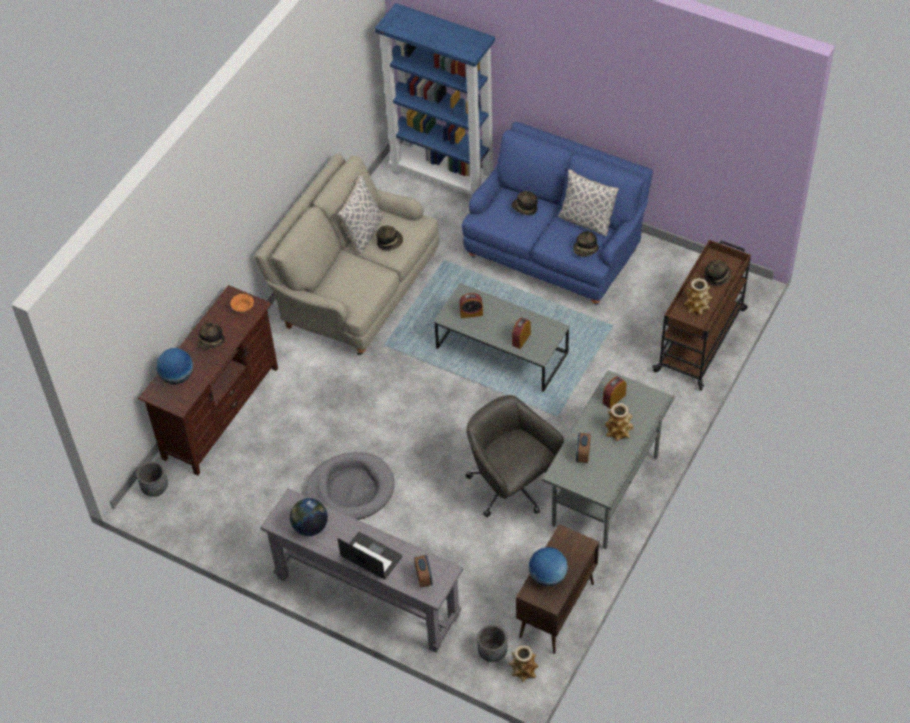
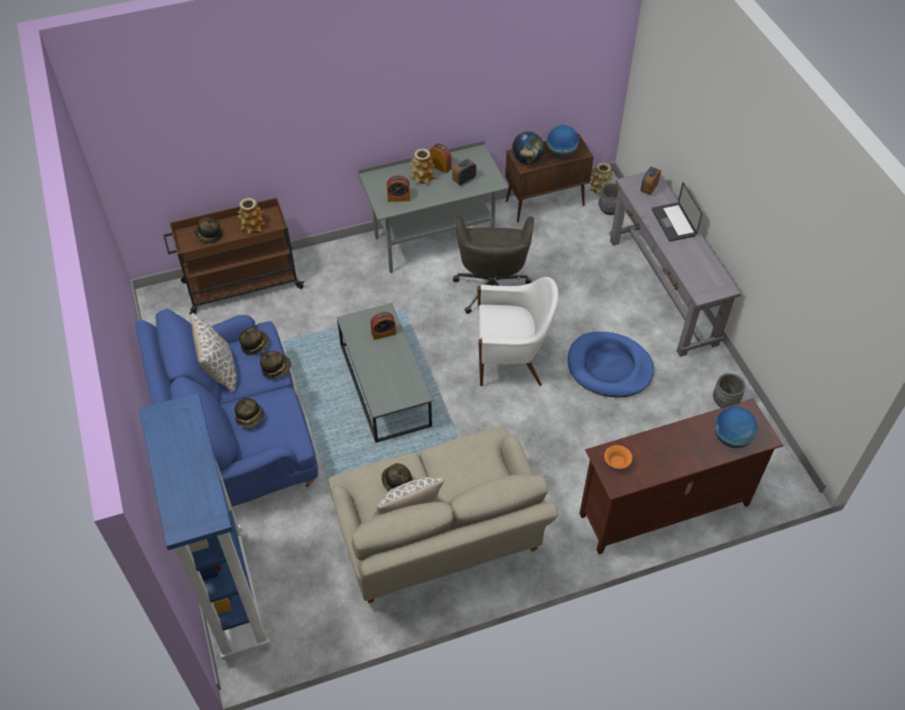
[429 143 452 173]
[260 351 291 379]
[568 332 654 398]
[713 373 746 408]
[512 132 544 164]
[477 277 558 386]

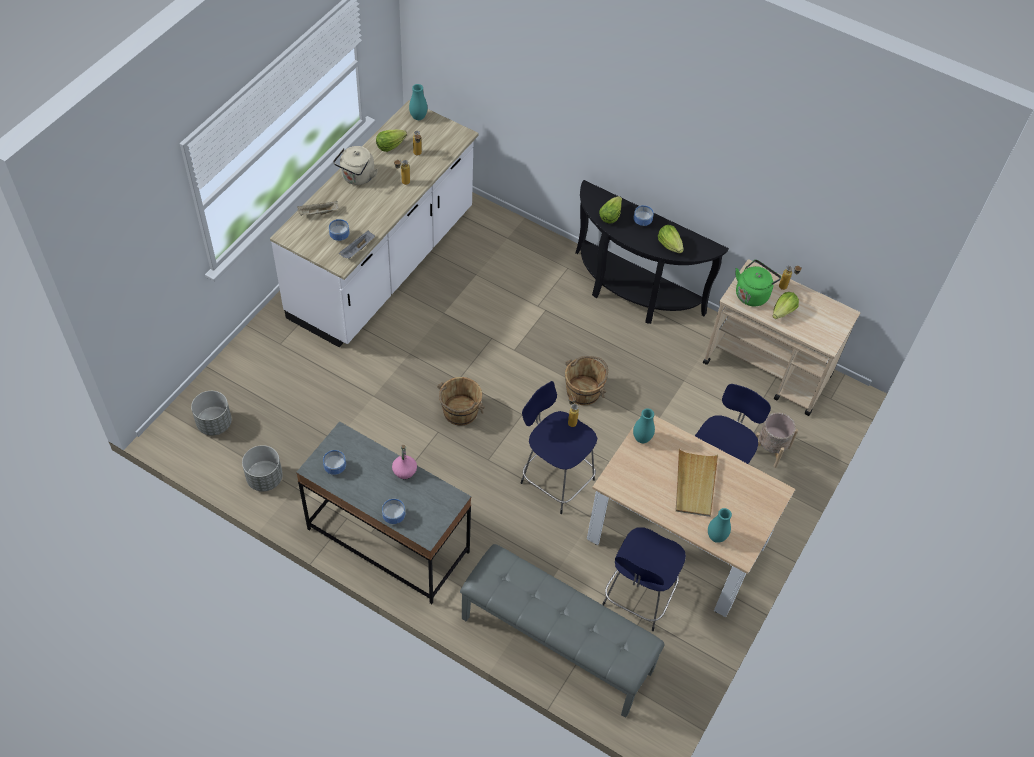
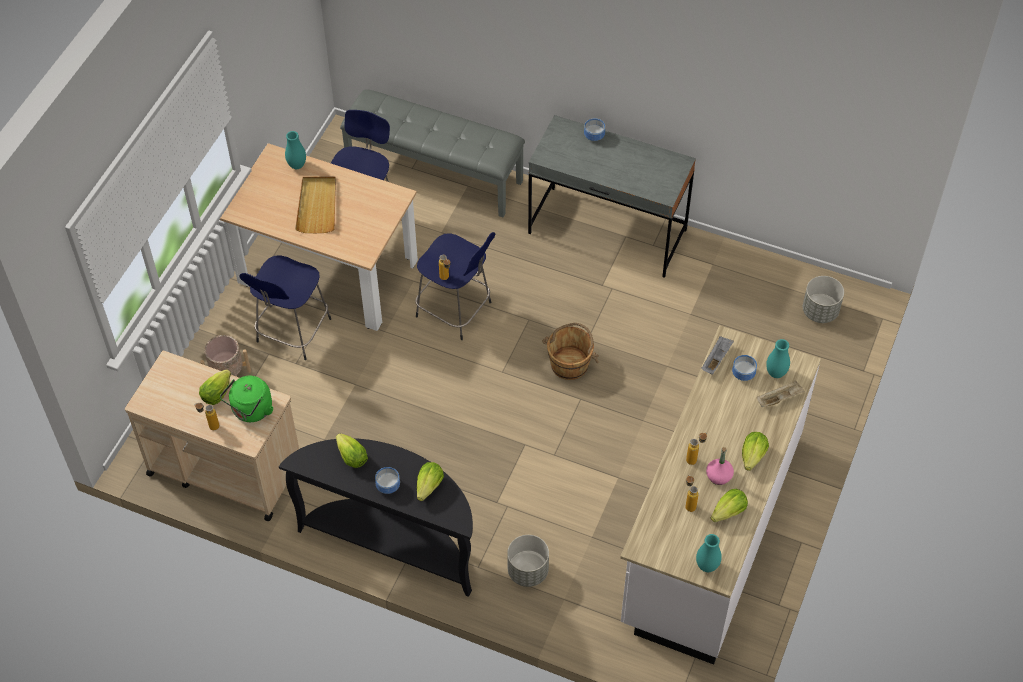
[742 432 769 471]
[565 356 608 405] (first image)
[766 339 790 378]
[507 535 549 587]
[706 447 734 485]
[323 450 346 475] (first image)

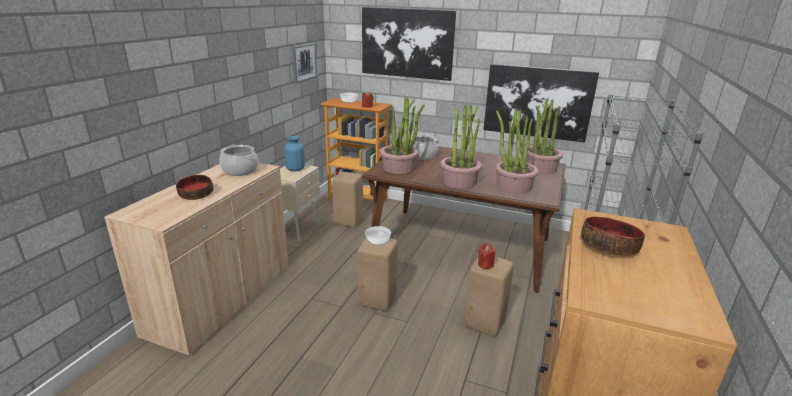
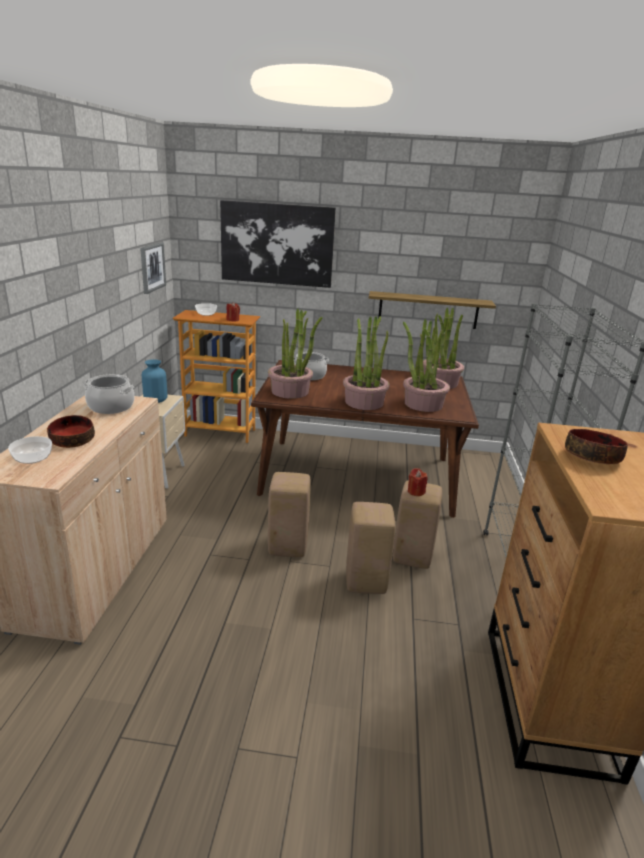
[369 291 496 329]
[346 502 395 594]
[8 436 52 464]

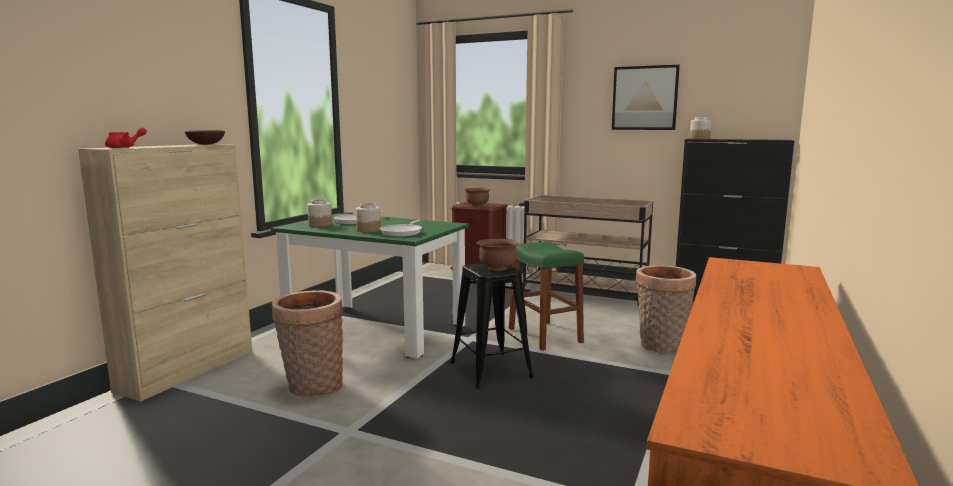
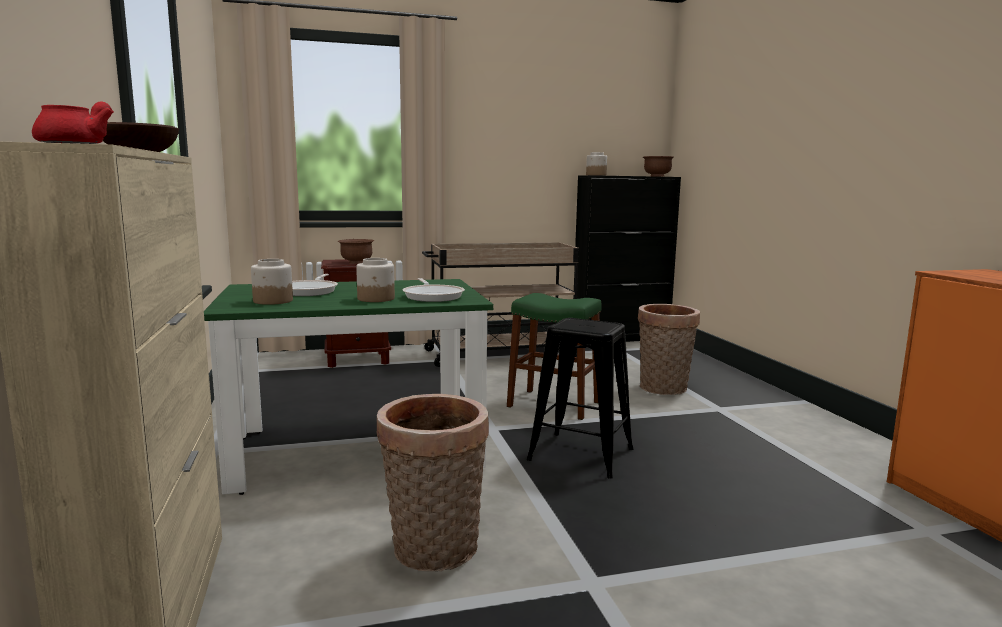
[612 65 680 130] (first image)
[643 156 673 176]

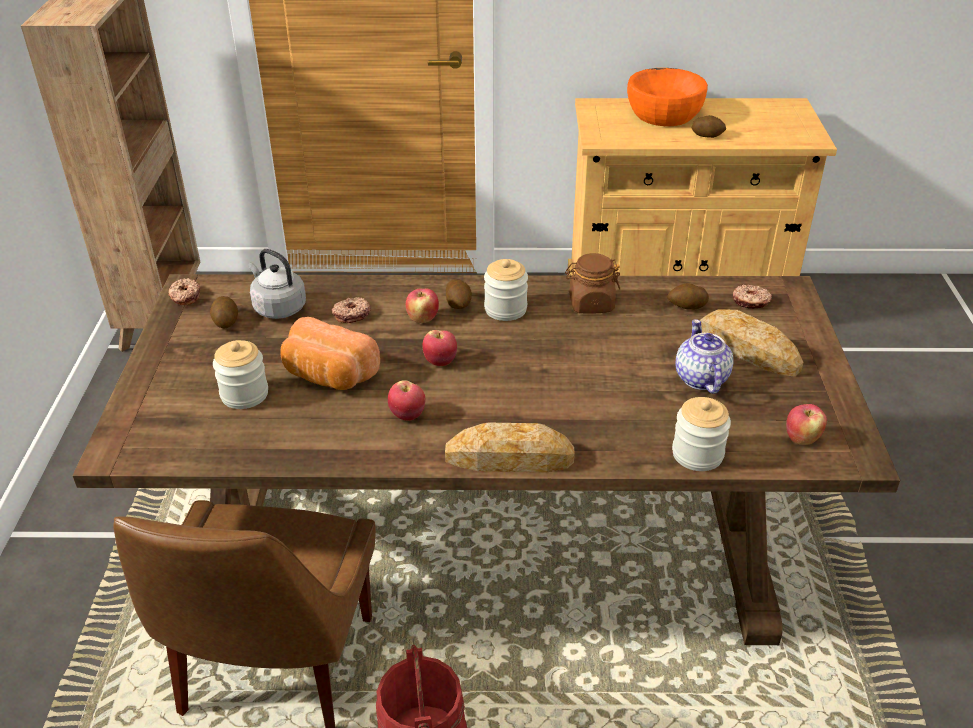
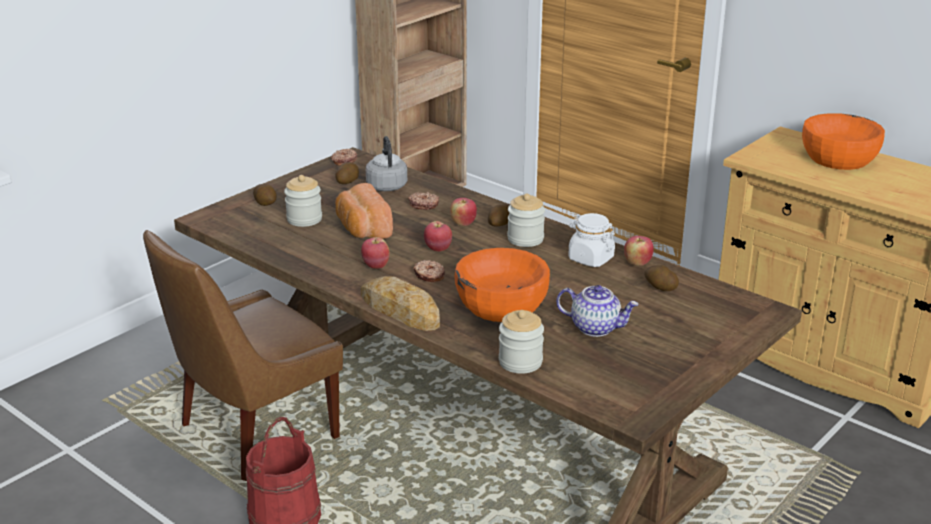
[253 184 277 206]
[568 213 615 267]
[414 260 445 282]
[700 309 804 377] (first image)
[556 285 639 337]
[624 236 654 266]
[455 248 550 322]

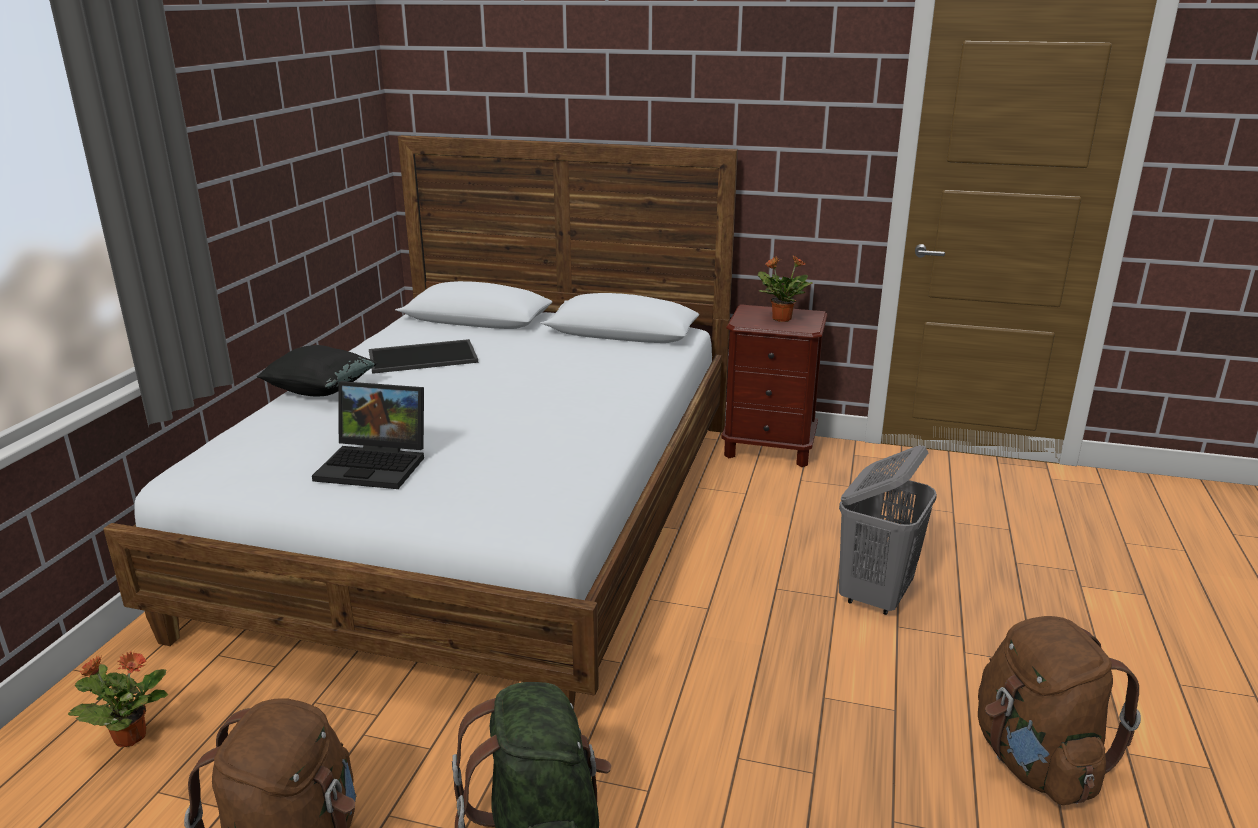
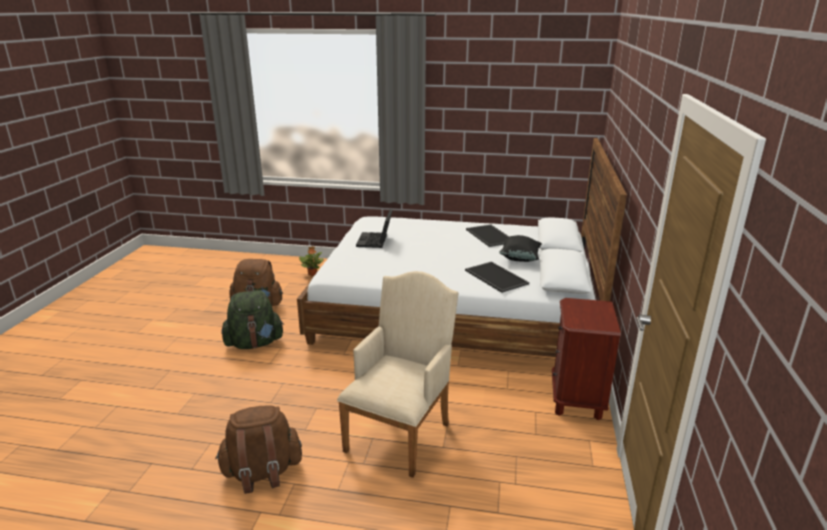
[758 255 812 322] (first image)
[499 235 542 262]
[337 271 458 478]
[465 262 529 293]

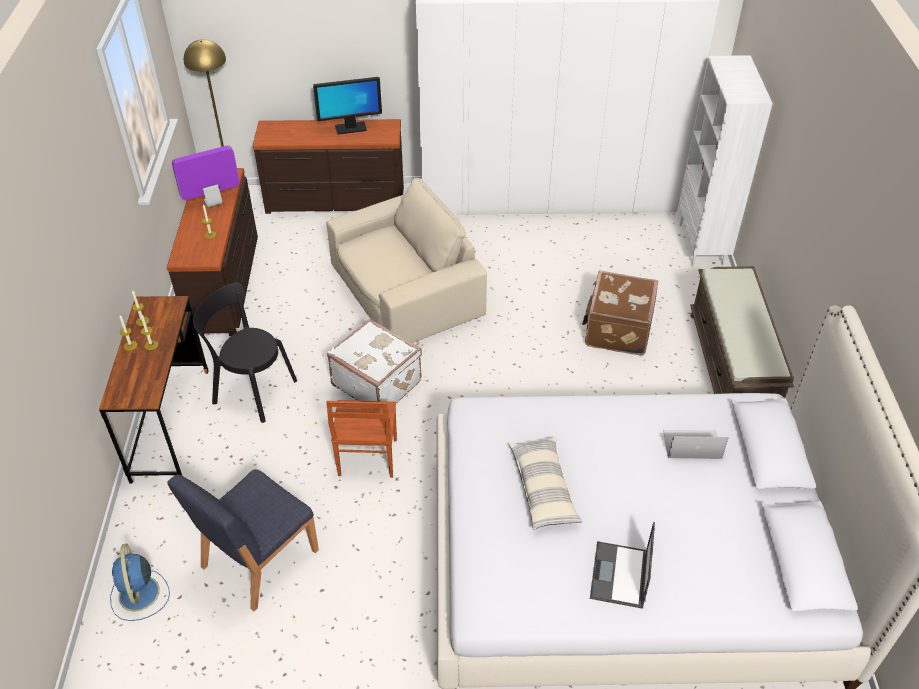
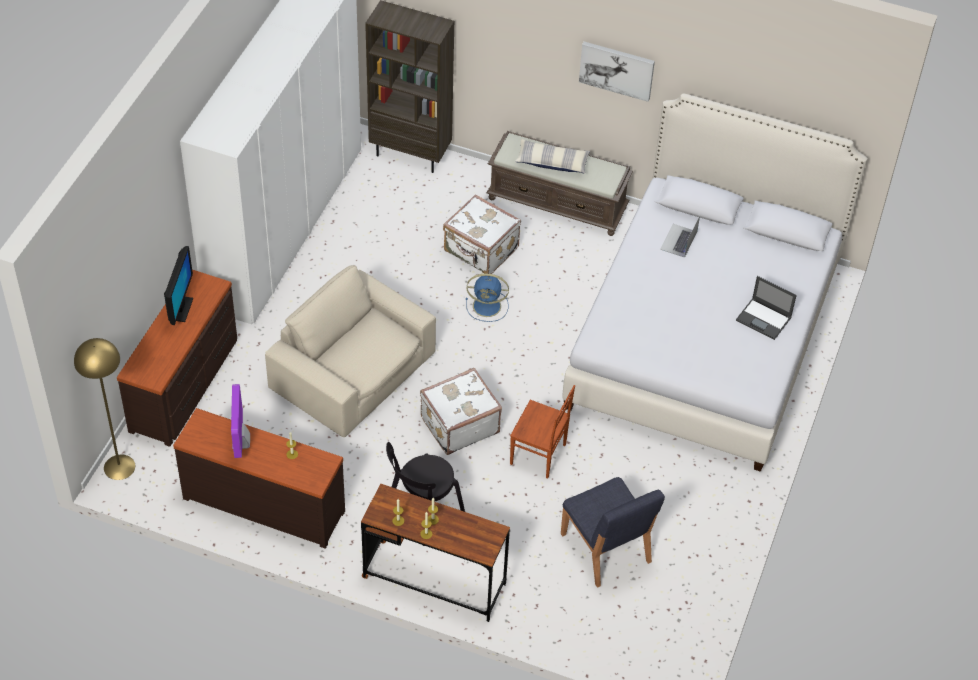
[365 0 454 173]
[265 265 436 438]
[443 194 521 274]
[515 139 590 174]
[466 273 509 322]
[579 42 655 102]

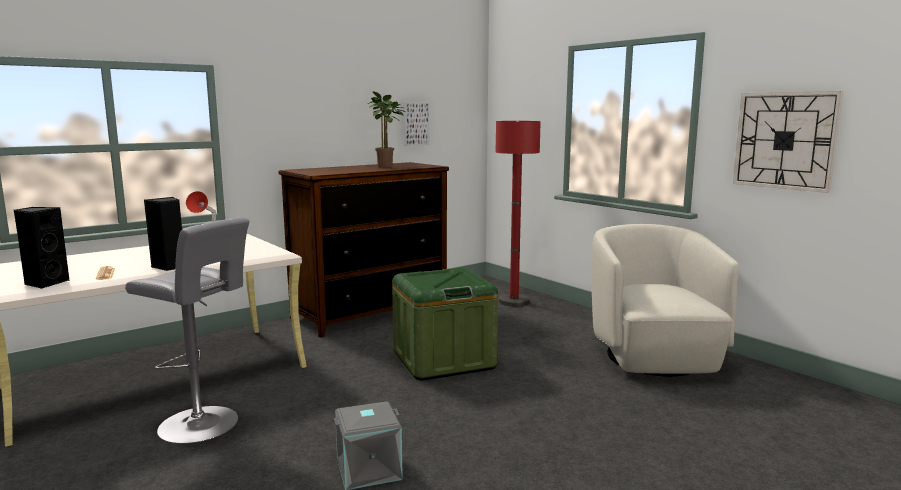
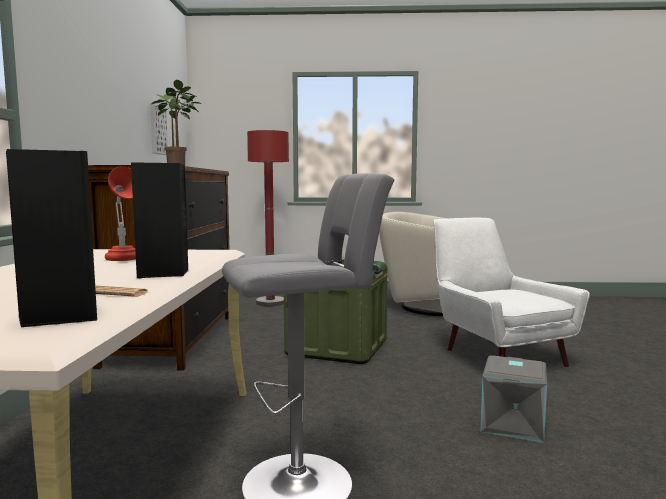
[733 91 843 193] (first image)
[433 218 589 367]

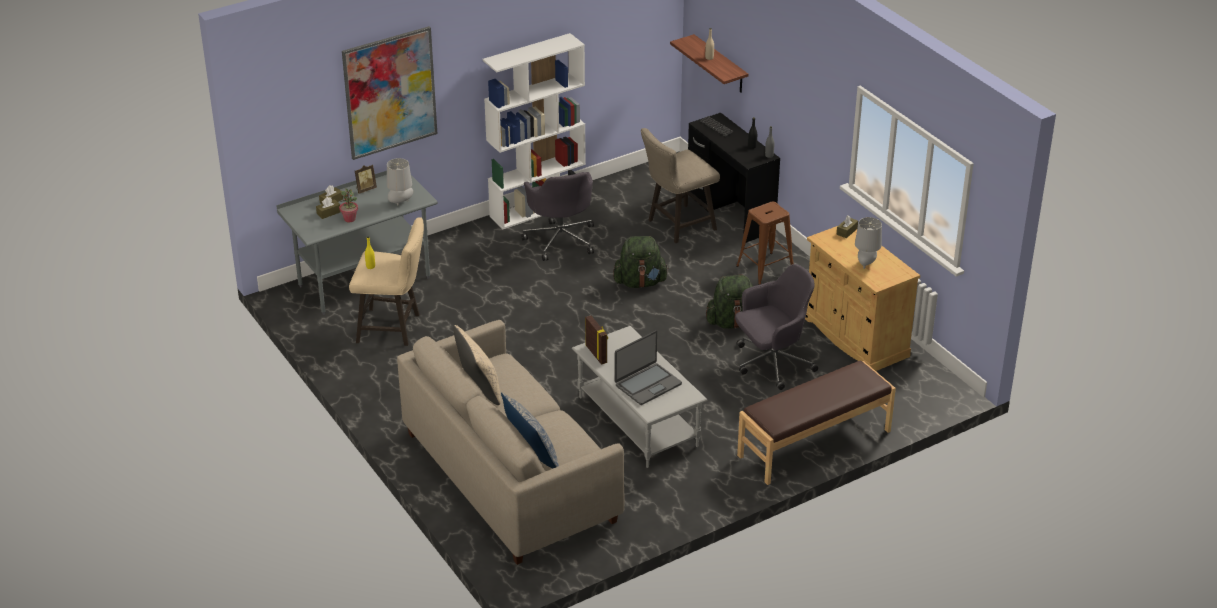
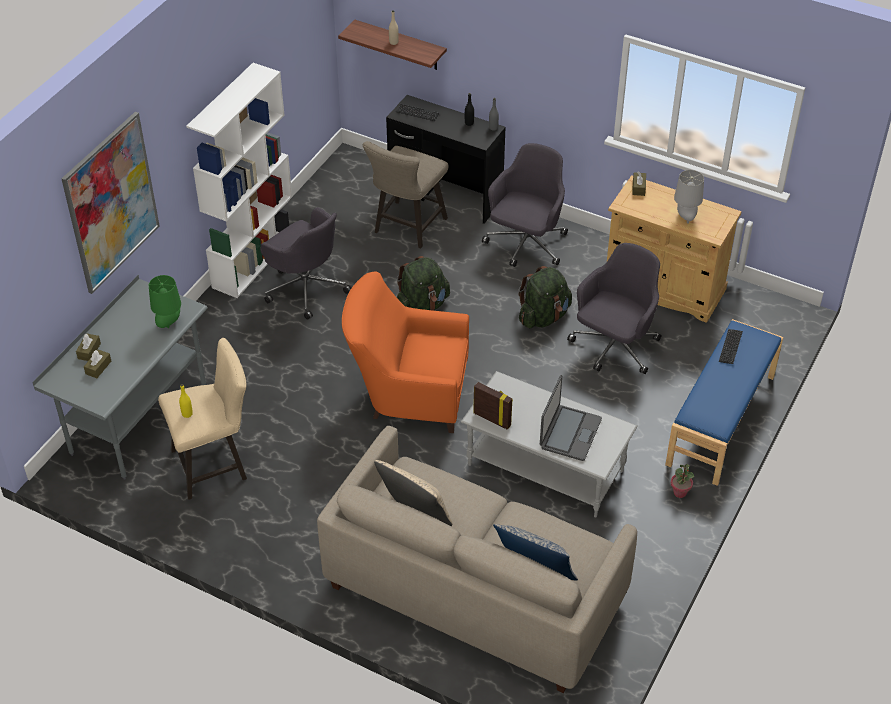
[149 275 181 328]
[355 165 377 194] (first image)
[671 464 694 498]
[482 143 568 267]
[665 319 783 486]
[342 272 469 433]
[719 329 743 364]

